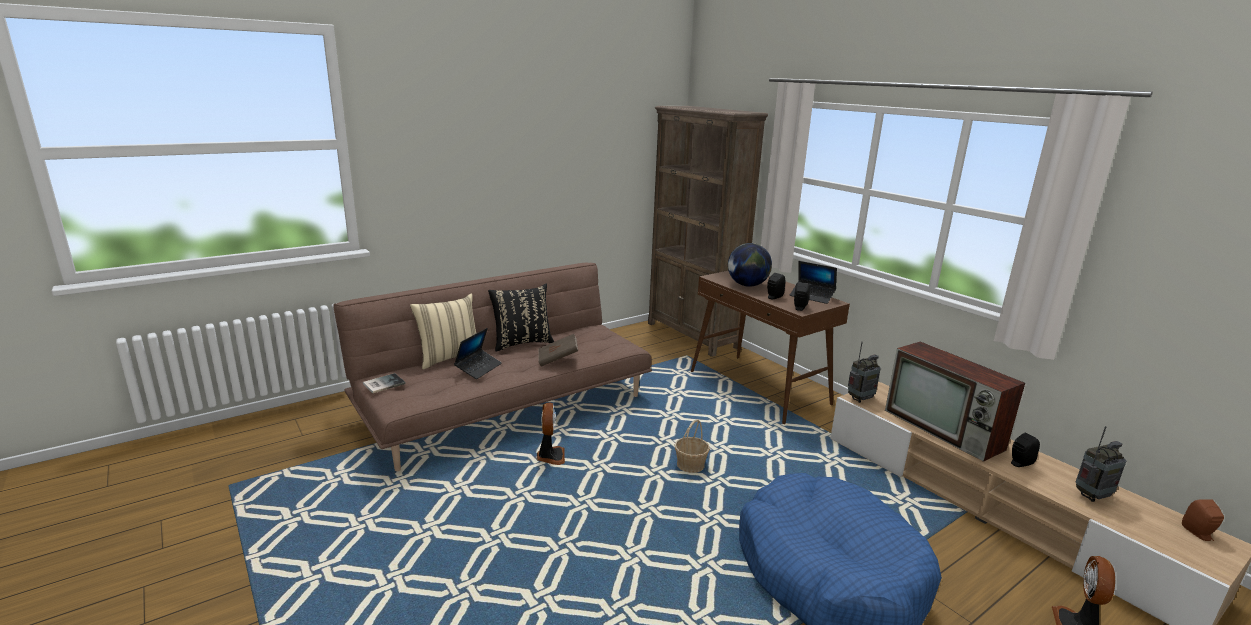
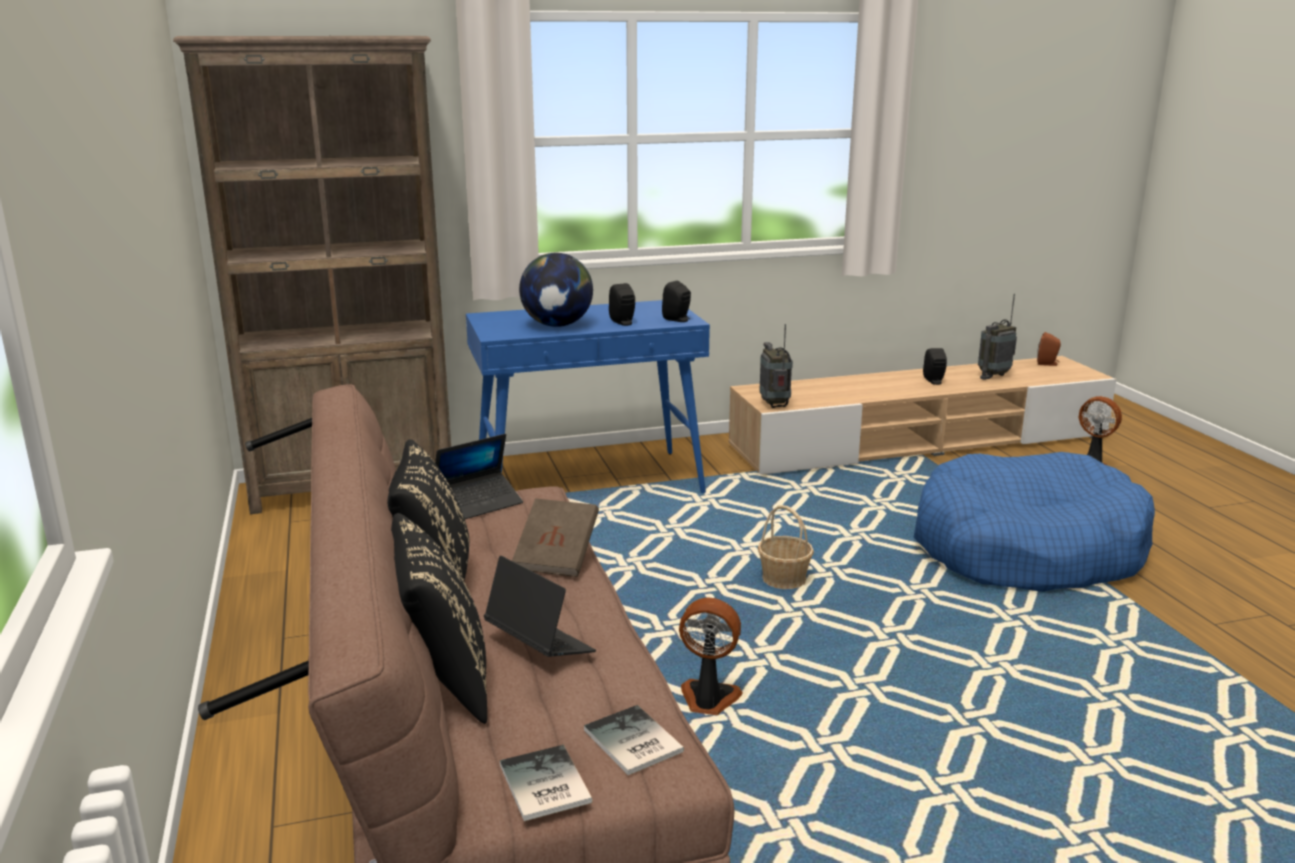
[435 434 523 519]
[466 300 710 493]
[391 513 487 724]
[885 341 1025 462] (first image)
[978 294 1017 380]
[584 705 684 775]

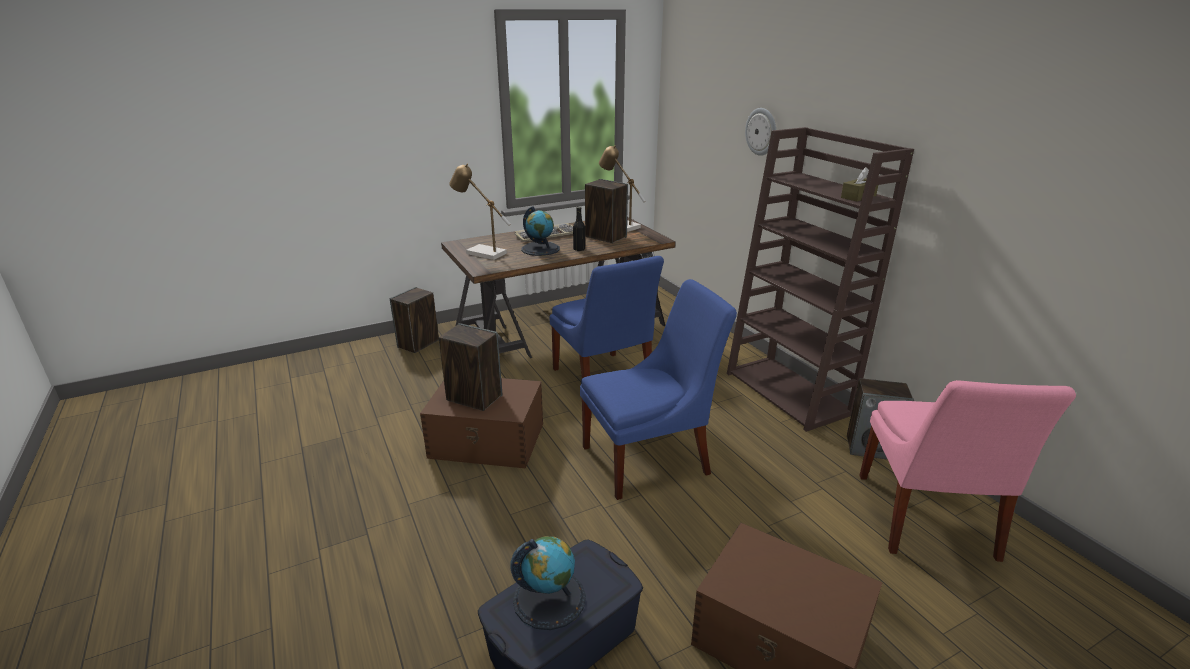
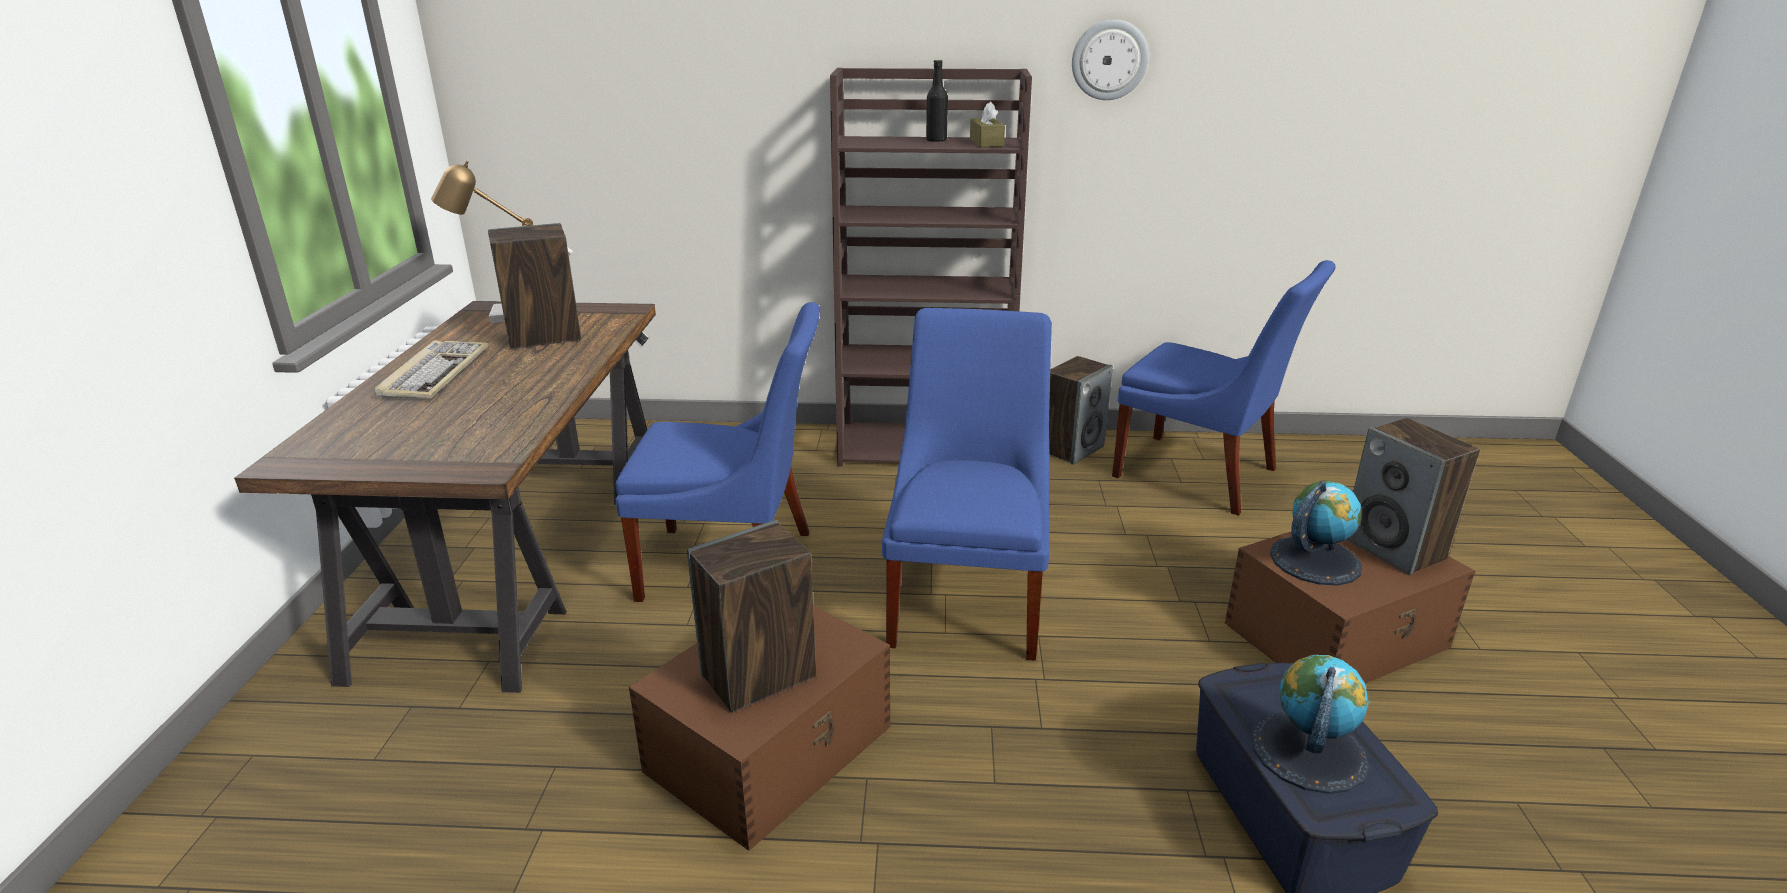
[1072 19 1149 100]
[449 164 511 260] (first image)
[1270 481 1362 585]
[926 60 948 142]
[1346 418 1480 575]
[1112 260 1336 515]

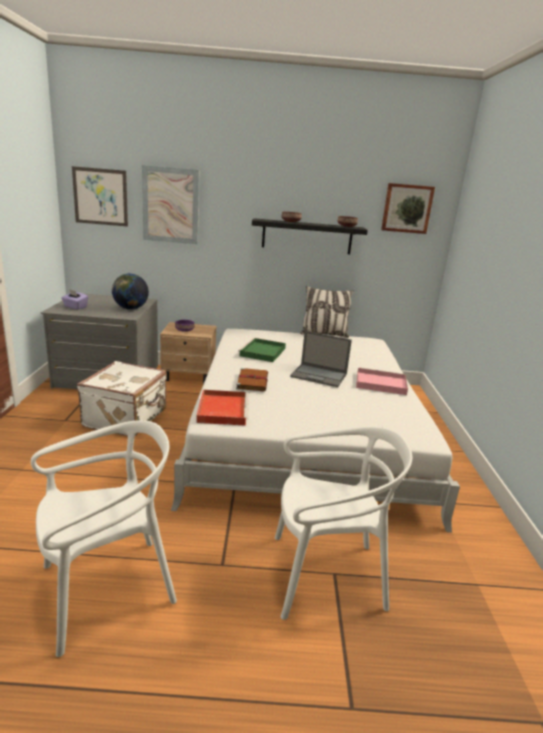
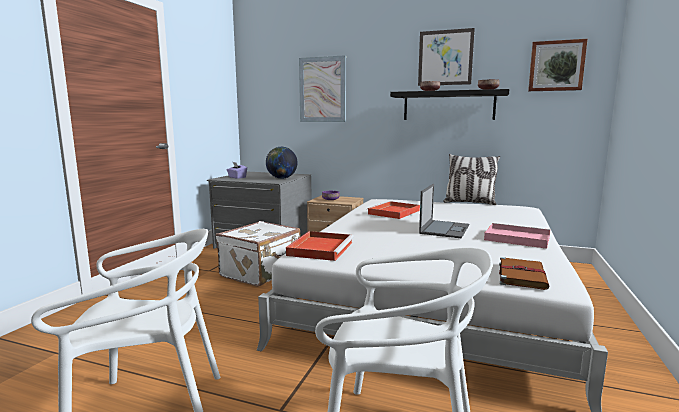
[418 28 475 86]
[419 184 469 238]
[367 201 420 219]
[499 257 550 290]

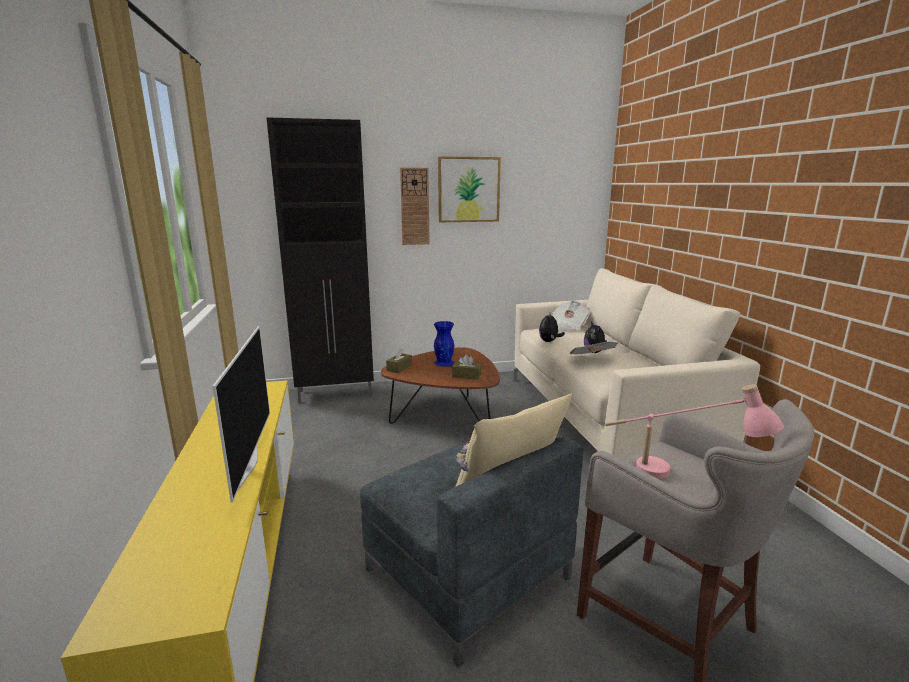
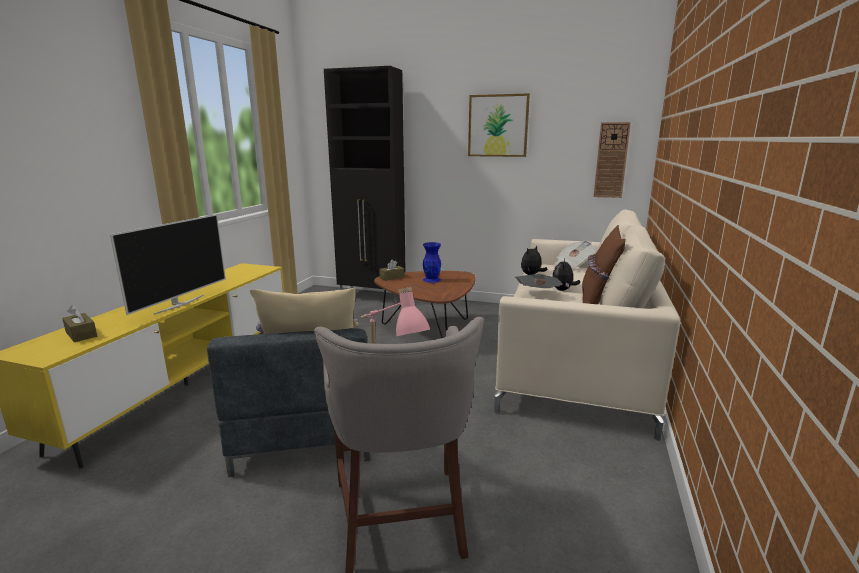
[593 122 631 198]
[62 305 97 342]
[582 225 626 304]

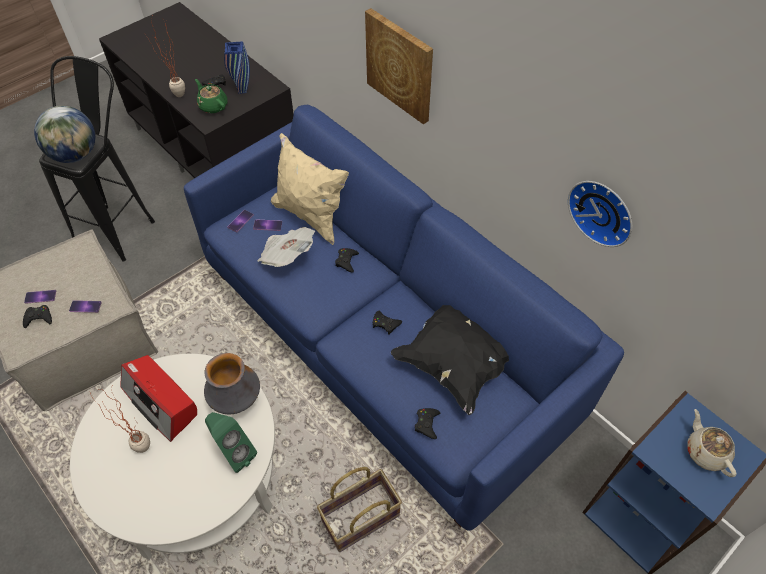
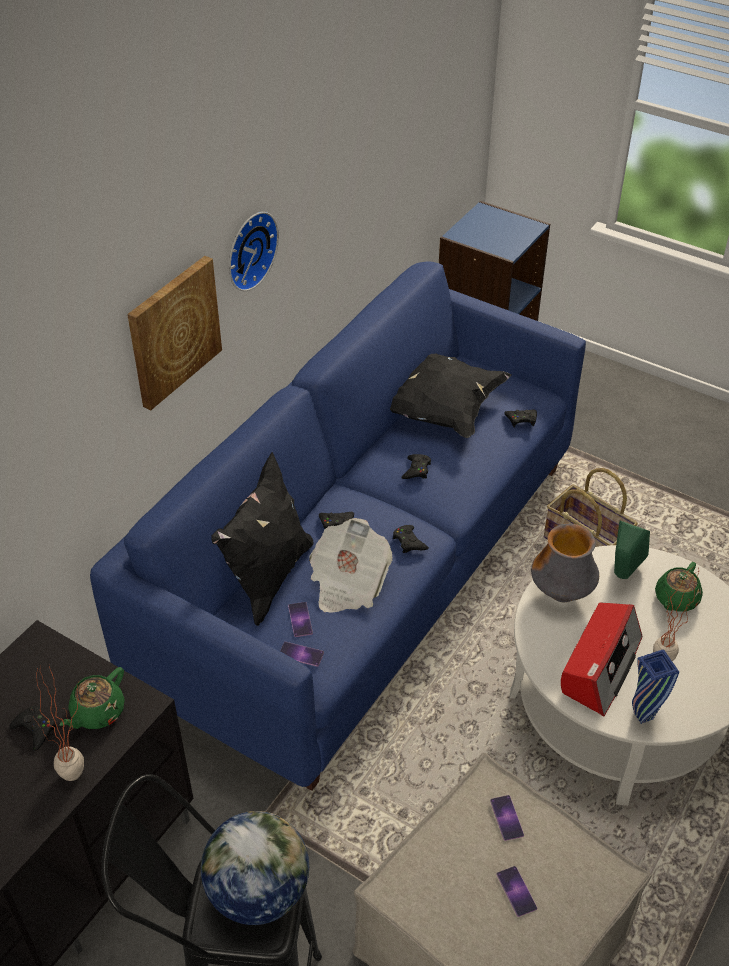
[632 649 679 724]
[211 452 313 626]
[229 212 279 291]
[393 525 429 553]
[687 409 737 477] (first image)
[655 562 703 611]

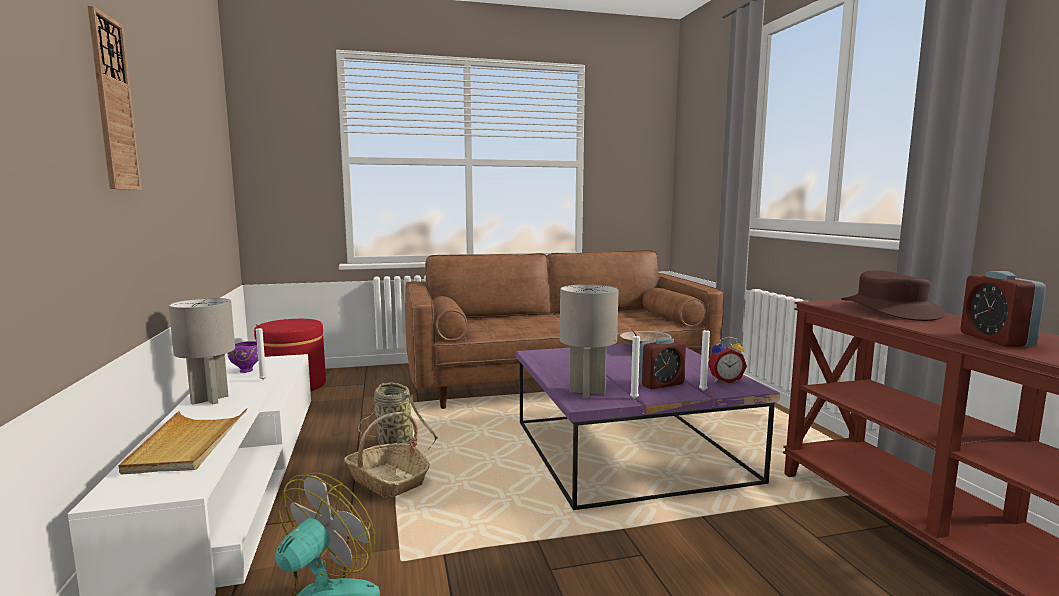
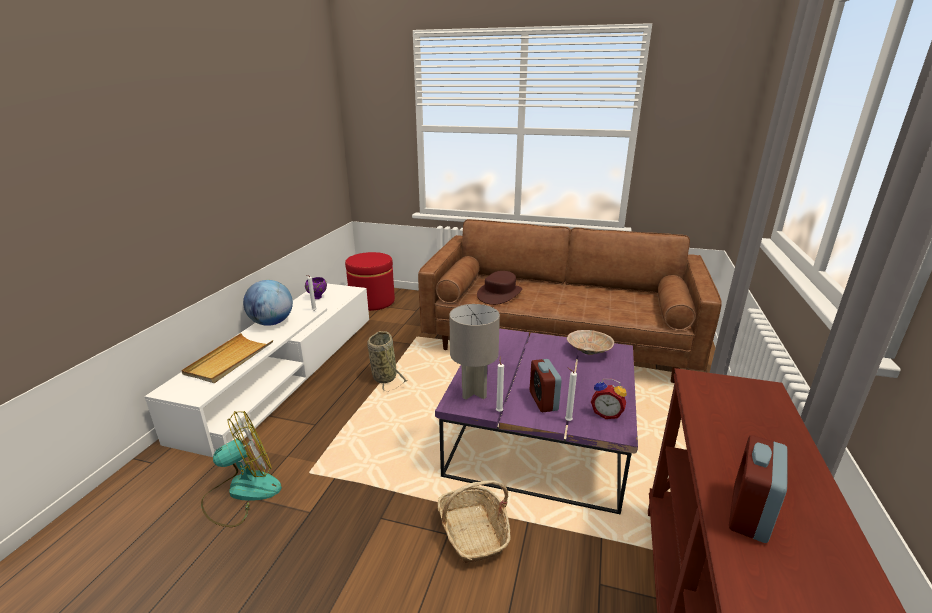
[87 6 142 190] (first image)
[477 271 522 305]
[243 280 293 326]
[530 359 562 412]
[437 480 511 563]

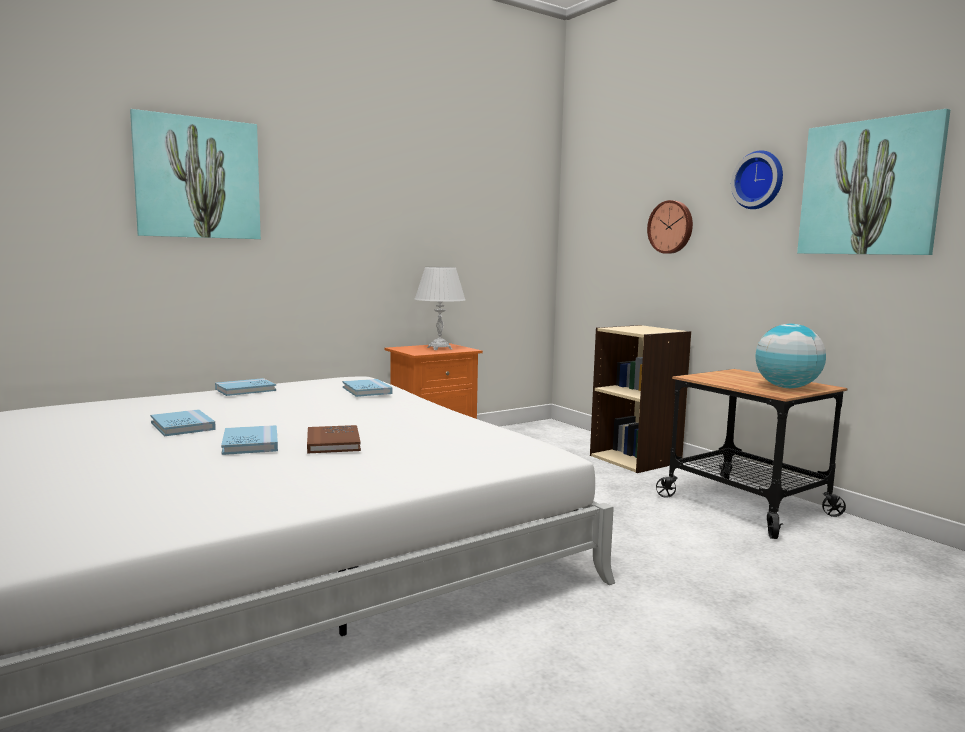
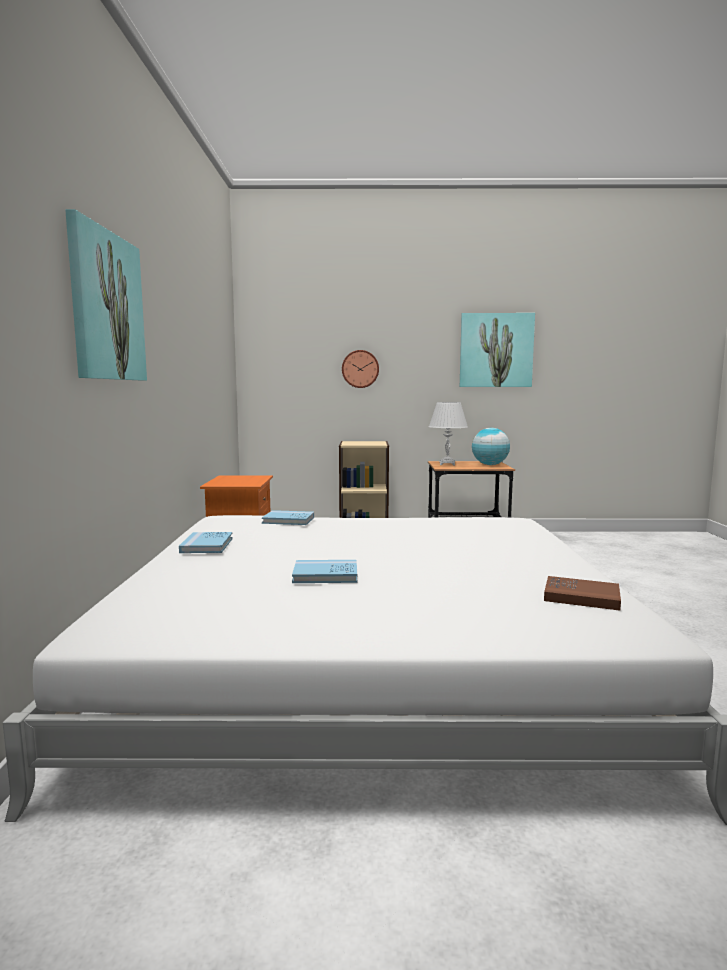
[731 150 783 209] (first image)
[429 402 468 466]
[221 425 278 455] (first image)
[544 576 621 611]

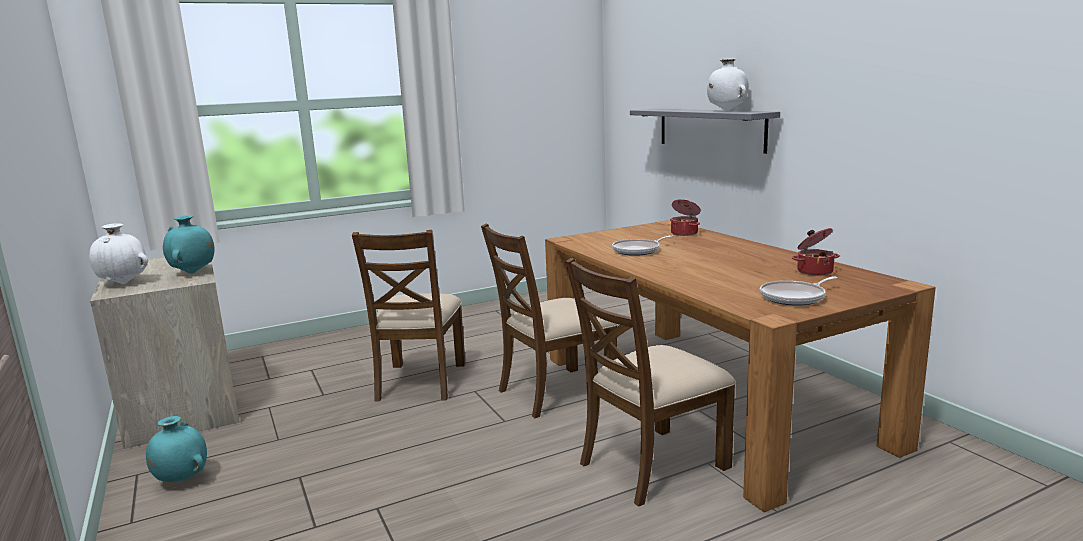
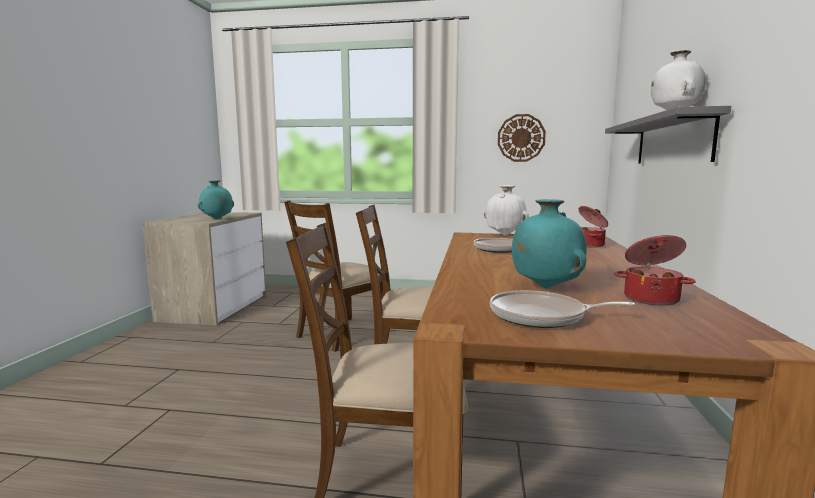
[484 185 529 236]
[512 199 587 288]
[498 114 546 162]

